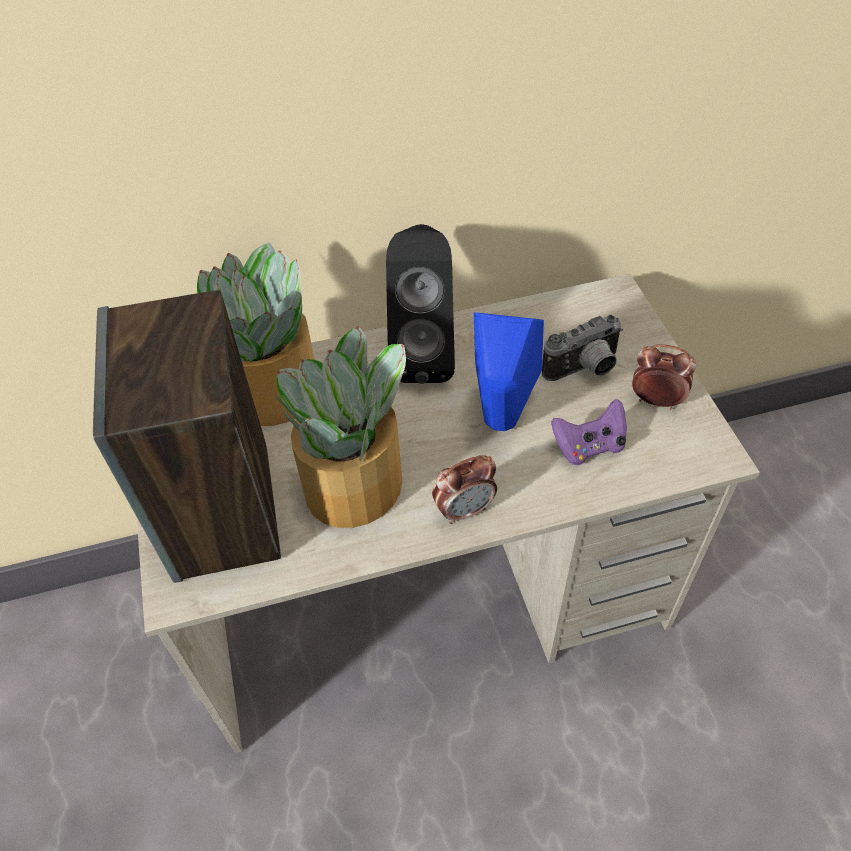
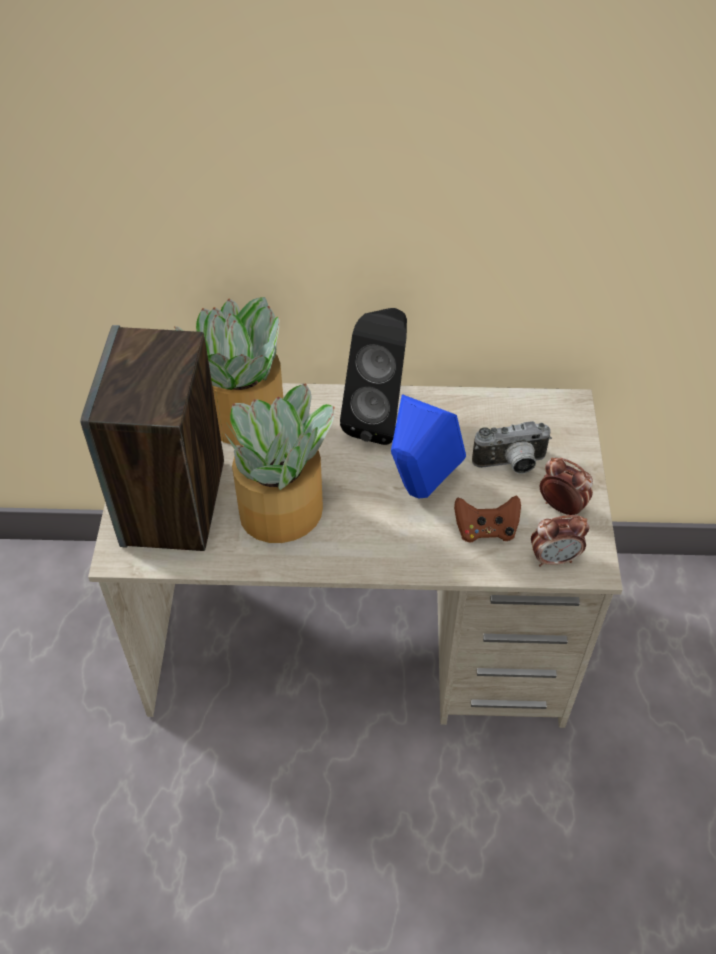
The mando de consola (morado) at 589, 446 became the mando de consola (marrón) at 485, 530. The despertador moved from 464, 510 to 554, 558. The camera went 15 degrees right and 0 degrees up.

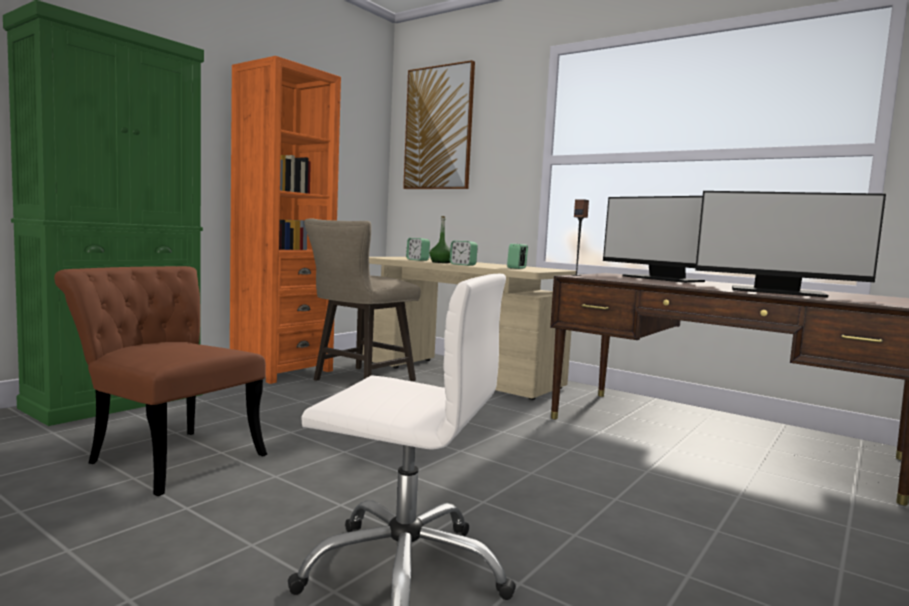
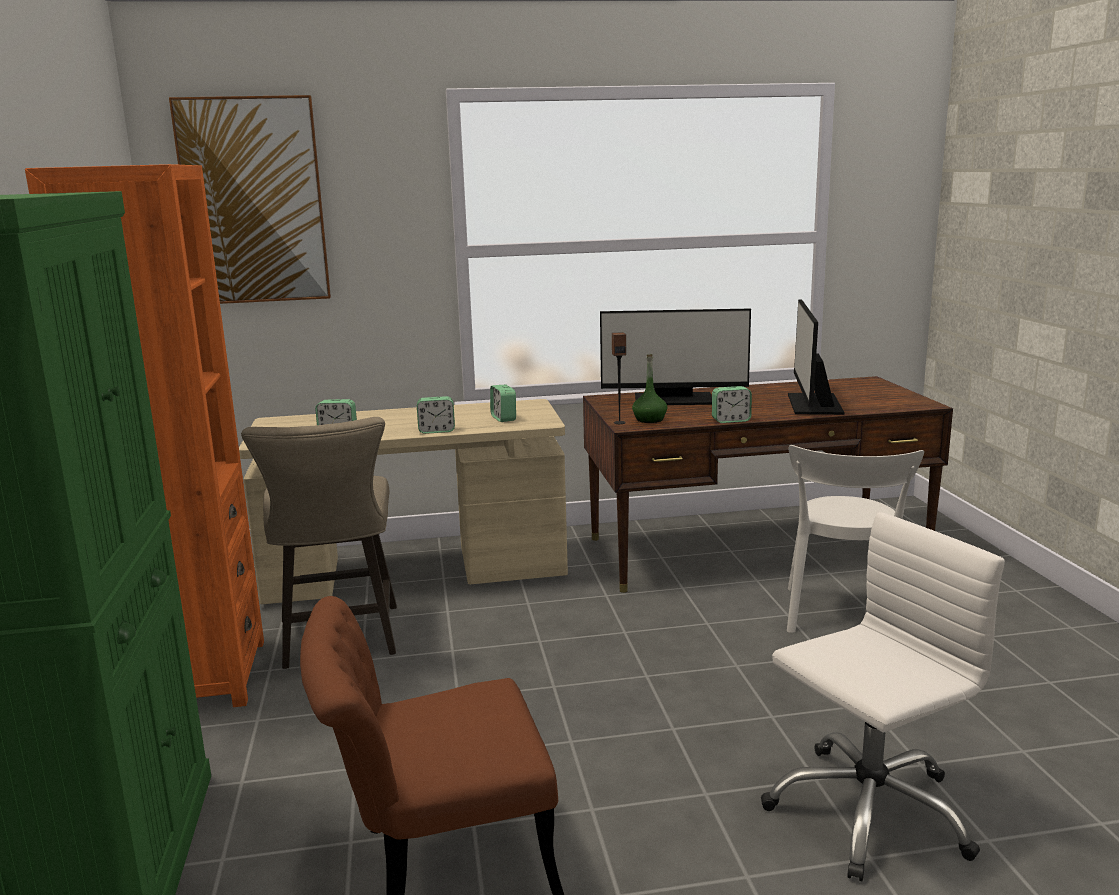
The botella (verde) moved from 441, 262 to 649, 419. The despertador at 731, 420 appeared. The silla (blanco) at 842, 616 appeared. The monitor at 777, 292 turned 120 degrees clockwise. The camera went 45 degrees left and 10 degrees up.

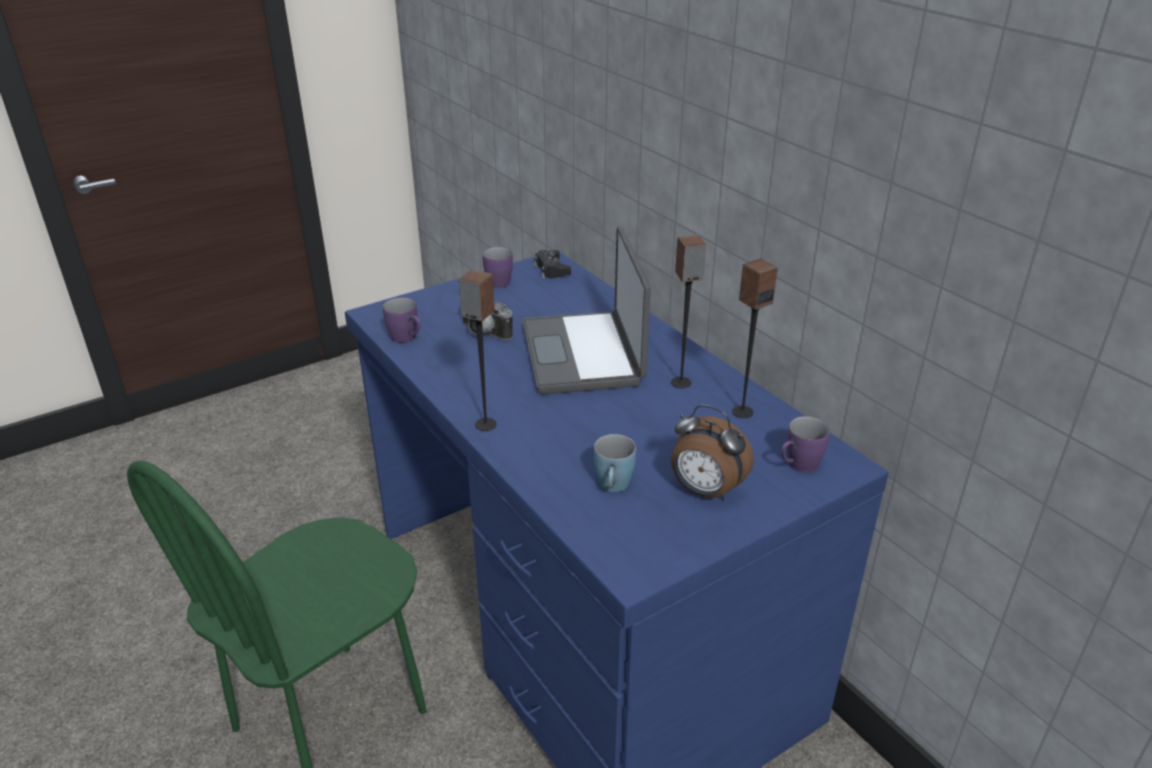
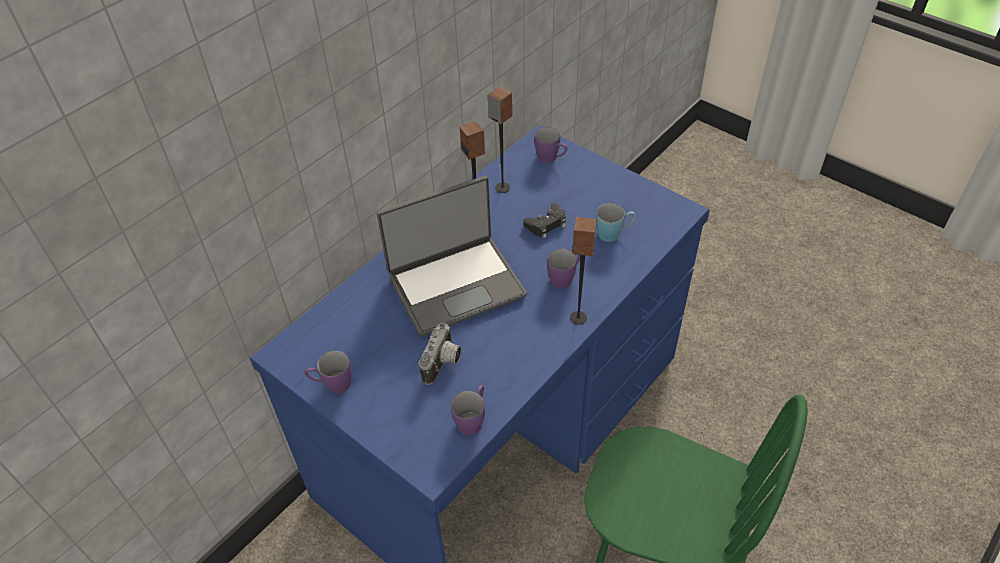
The mando de consola (negro) moved from 551, 269 to 546, 224. The taza grande (morado) at 565, 277 appeared. The despertador at 705, 491 disappeared. The camera went 105 degrees left and 15 degrees up.

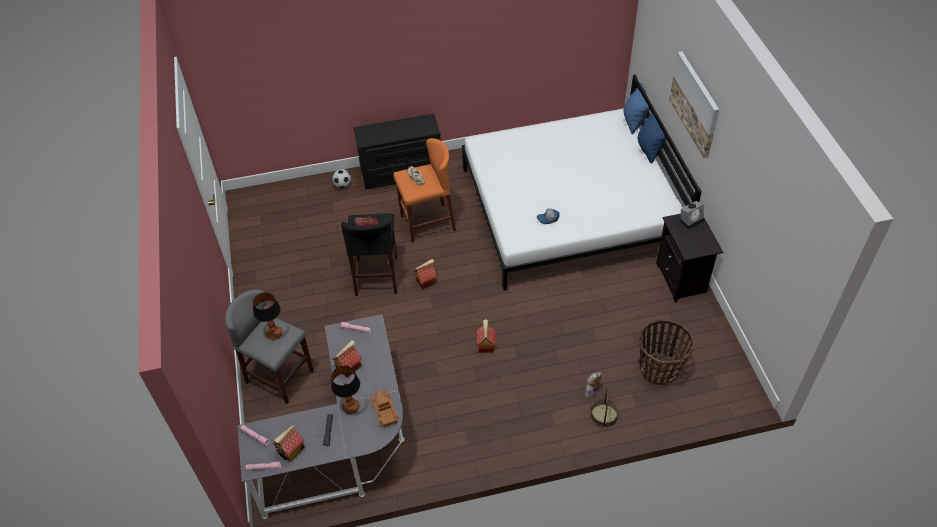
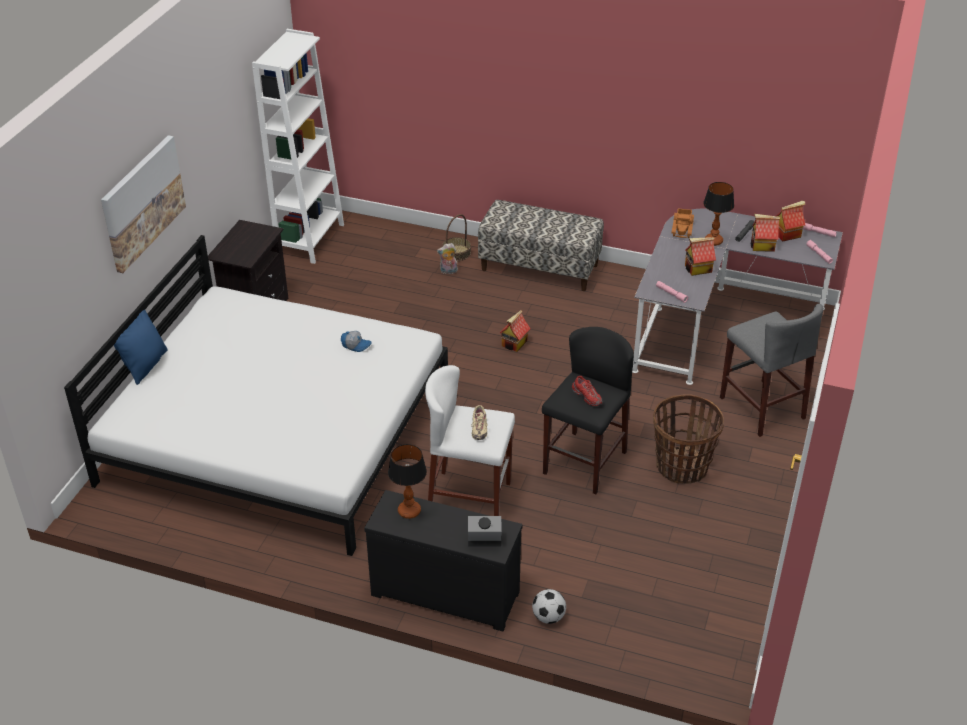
The estantería (blanco) at 310, 240 appeared. The lámpara de mesa moved from 274, 334 to 410, 511. The taburete (naranja) at 427, 223 became the taburete (blanco) at 469, 498. The despertador moved from 691, 220 to 483, 539. The banco at 540, 267 appeared. The cesta moved from 659, 369 to 682, 467. The casita moved from 426, 281 to 762, 246. The cojín (azul) at 634, 121 disappeared. The camera went 150 degrees left and 10 degrees down.

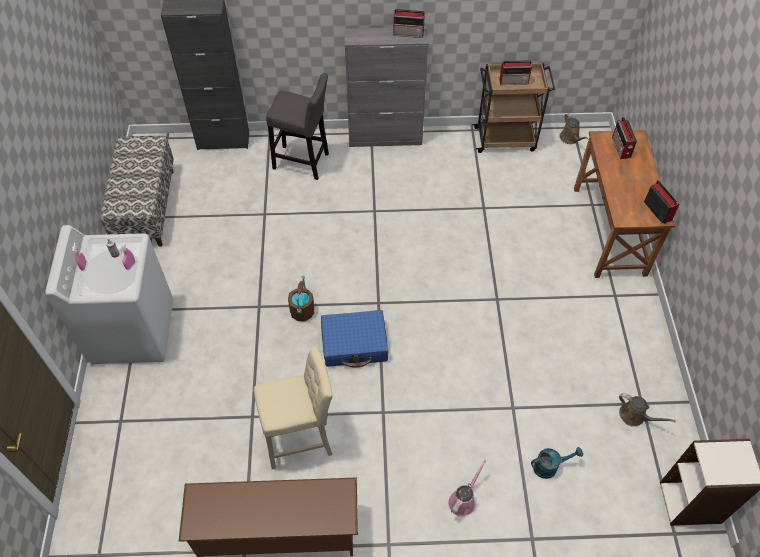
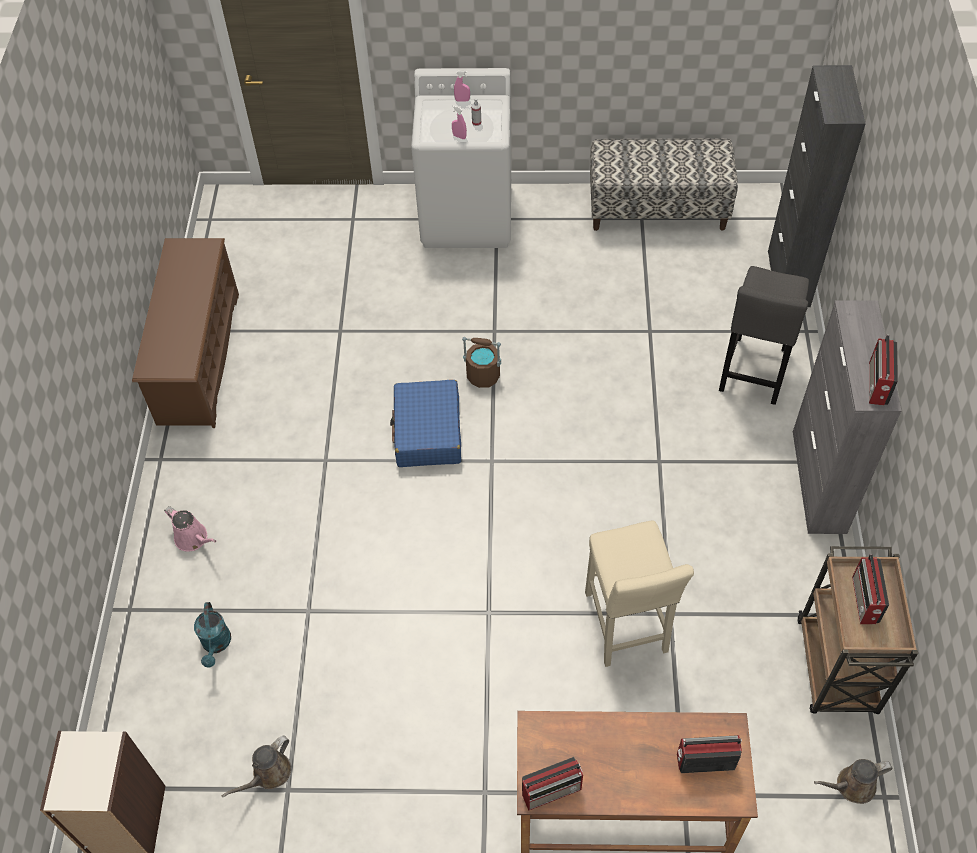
The taburete (beis) moved from 301, 440 to 626, 627. The camera went 95 degrees right and 0 degrees up.

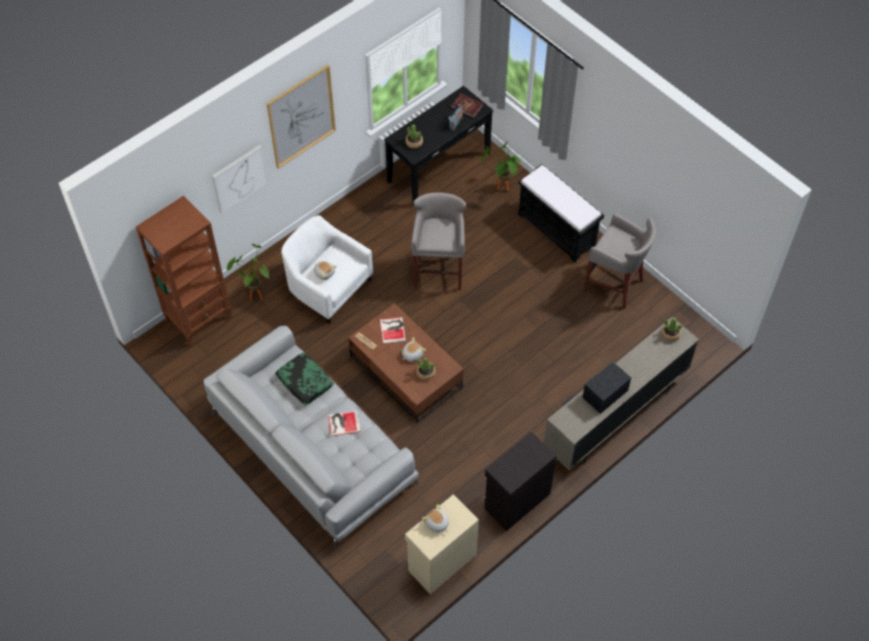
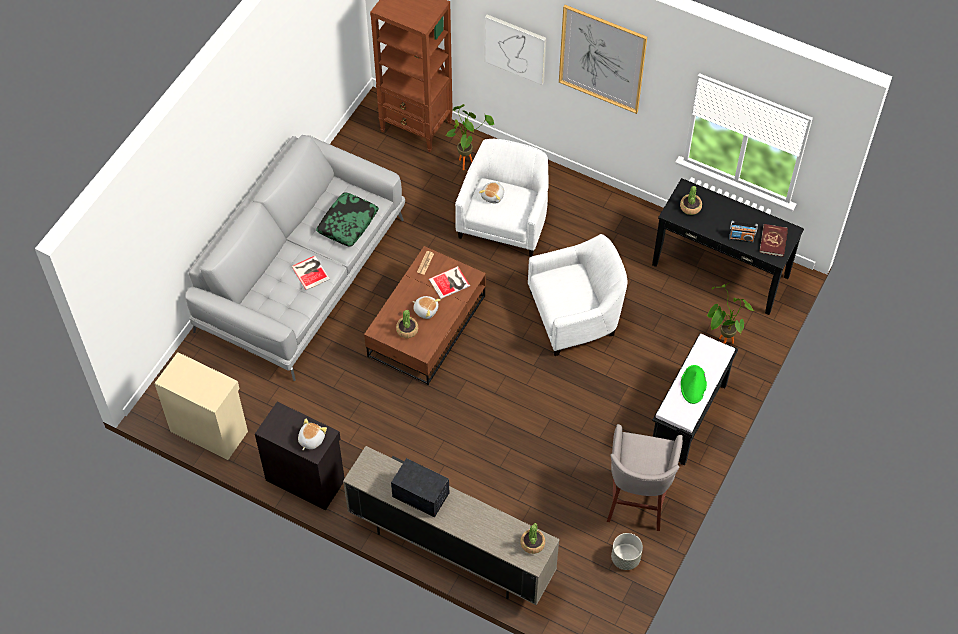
The peluche moved from 436, 524 to 311, 439. The taburete (gris) at 438, 269 was replaced by the sillón (blanco) at 575, 315. The maceta (gris) at 625, 558 appeared. The sombrero (verde) at 693, 385 appeared. The camera went 70 degrees right and 0 degrees up.

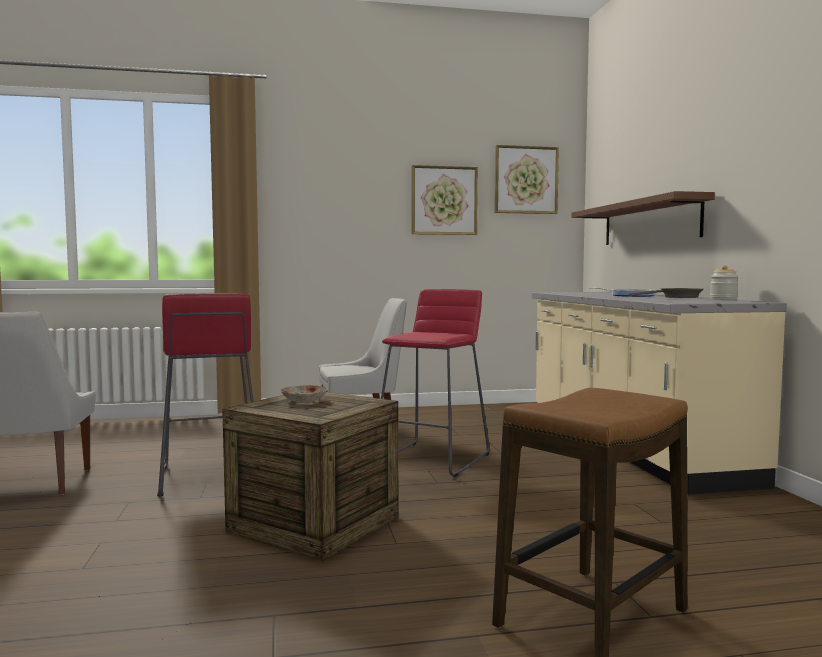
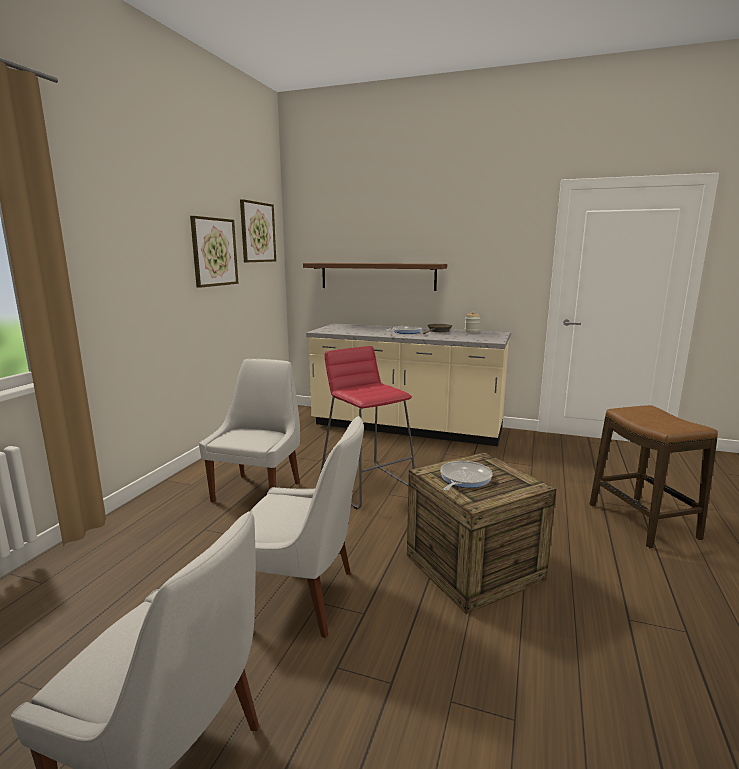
The taburete (rojo) at 209, 477 was replaced by the silla (blanco) at 303, 597. The plato at 304, 401 was replaced by the sartén at 463, 479. The camera went 60 degrees left and 10 degrees up.

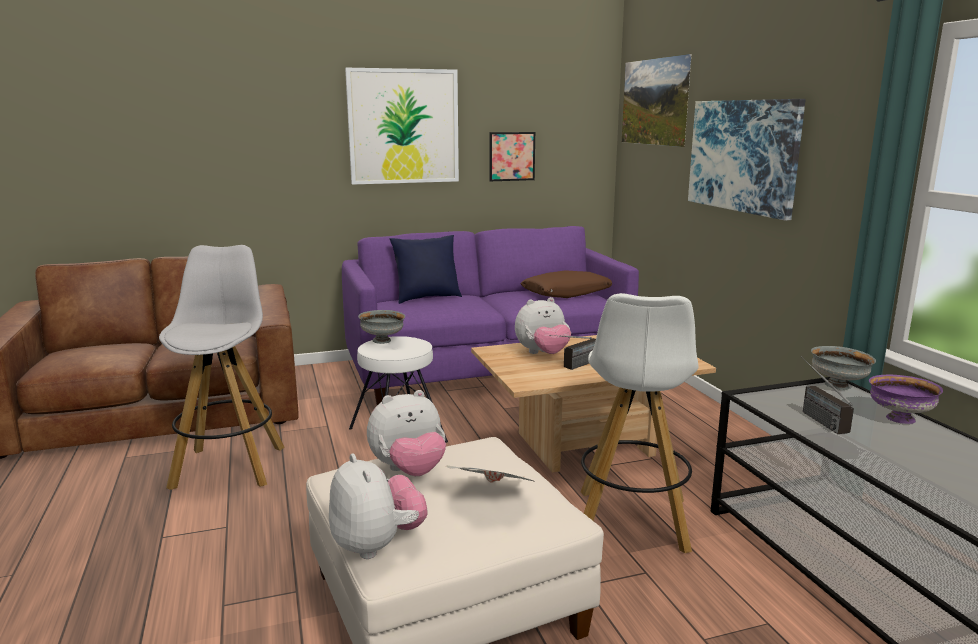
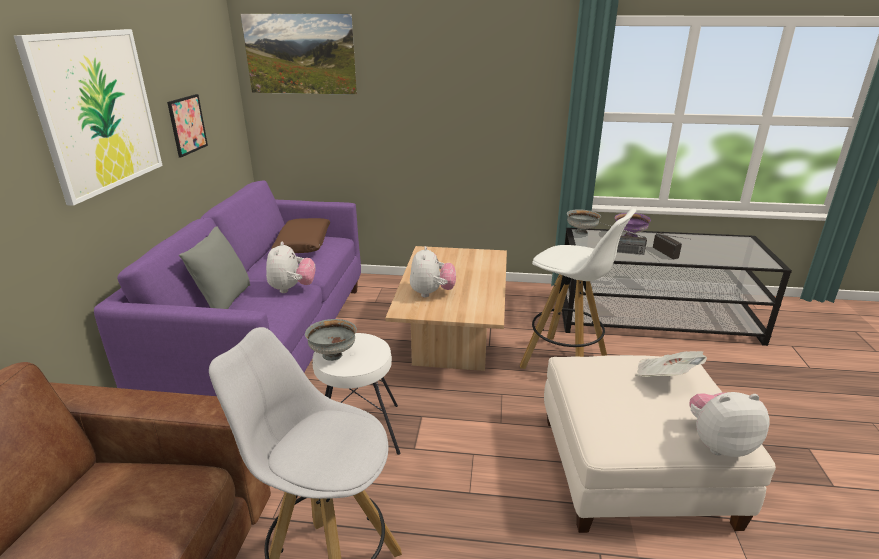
The cojín (azul) at 427, 298 became the cojín (gris) at 224, 302. The peluche moved from 409, 471 to 292, 289. The radio moved from 574, 366 to 671, 256. The cuadro at 743, 156 disappeared. The camera went 65 degrees left and 10 degrees up.

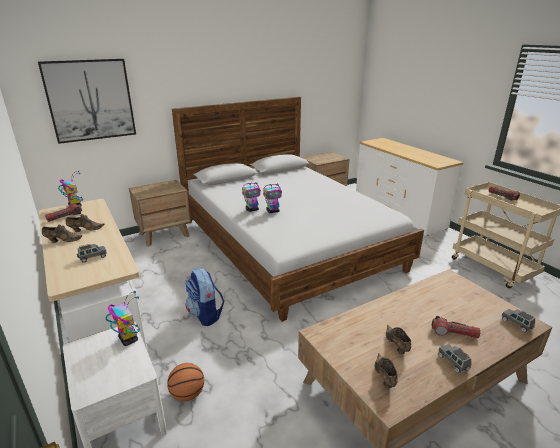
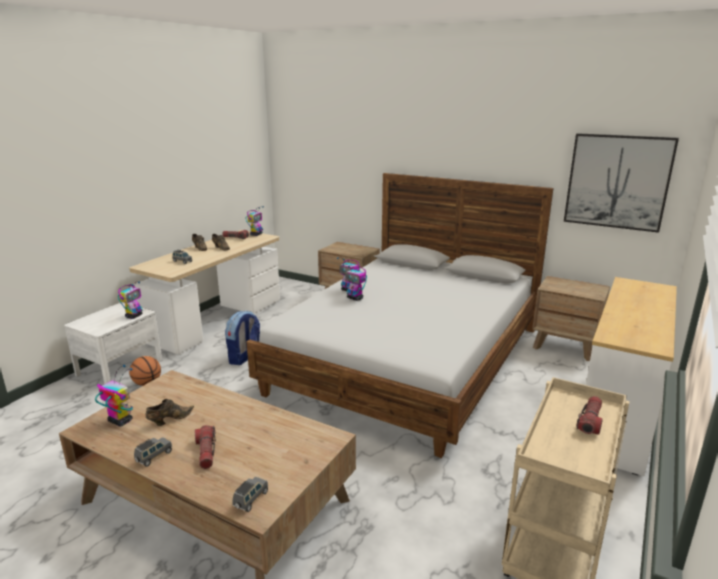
The zapato (marrón) at 384, 377 was replaced by the robot de juguete at 120, 421. The cuadro moved from 90, 100 to 617, 182. The camera went 60 degrees right and 5 degrees down.

